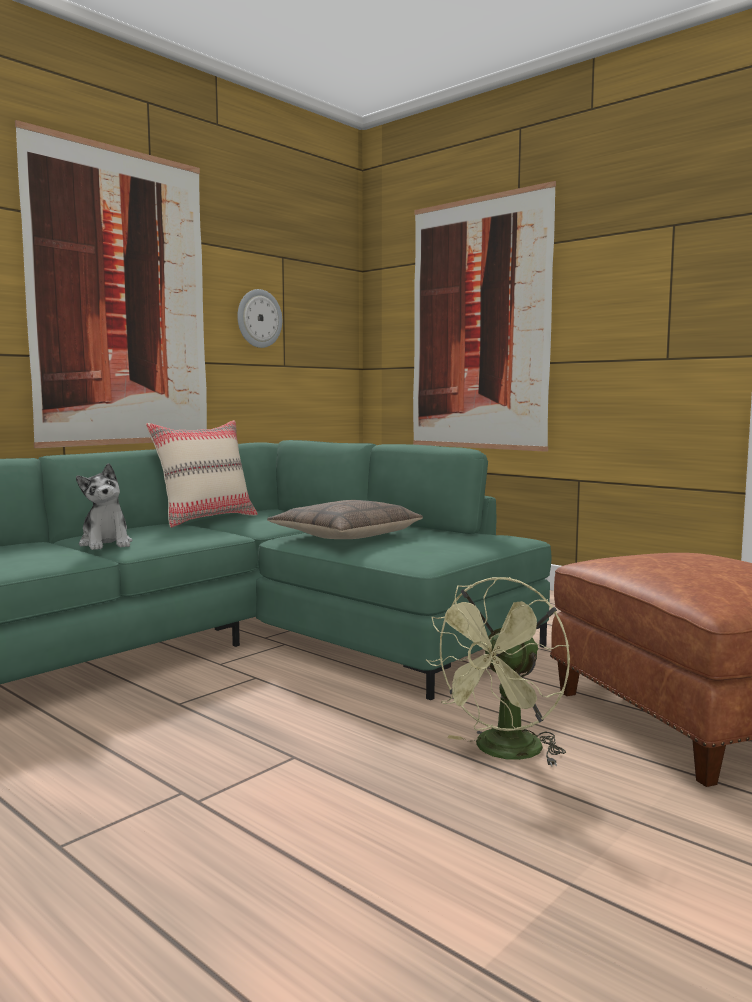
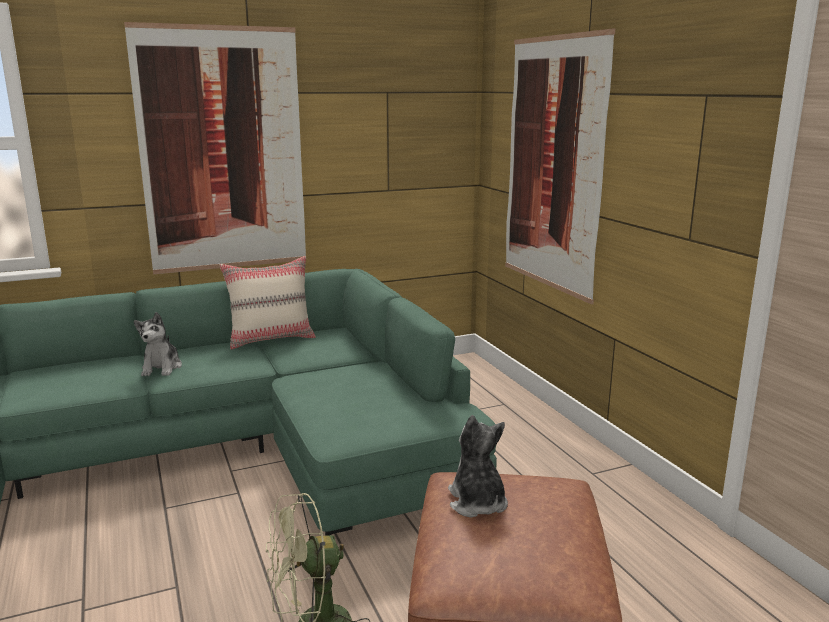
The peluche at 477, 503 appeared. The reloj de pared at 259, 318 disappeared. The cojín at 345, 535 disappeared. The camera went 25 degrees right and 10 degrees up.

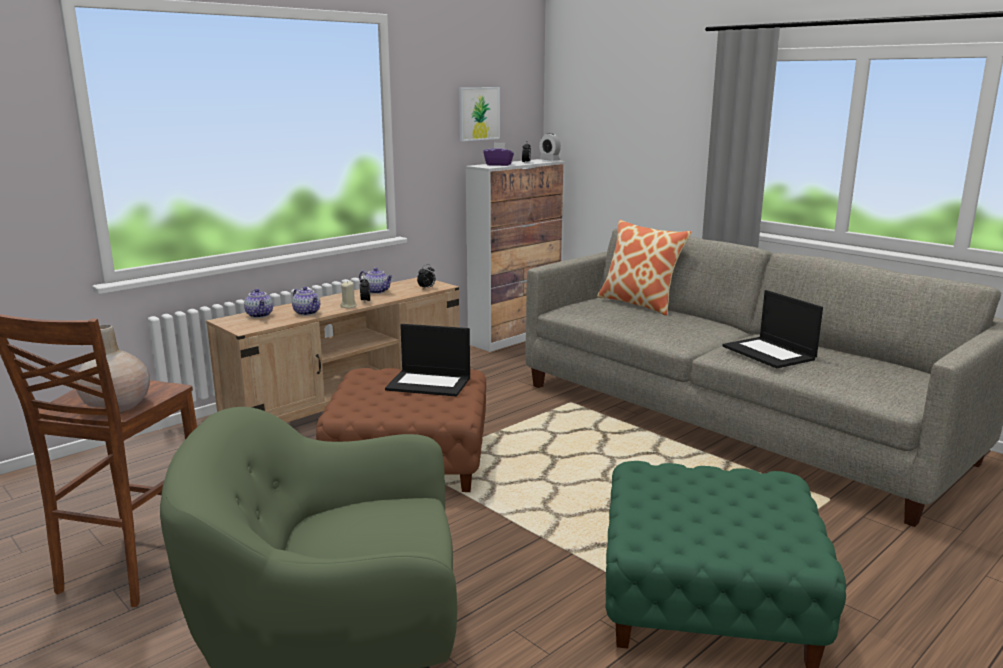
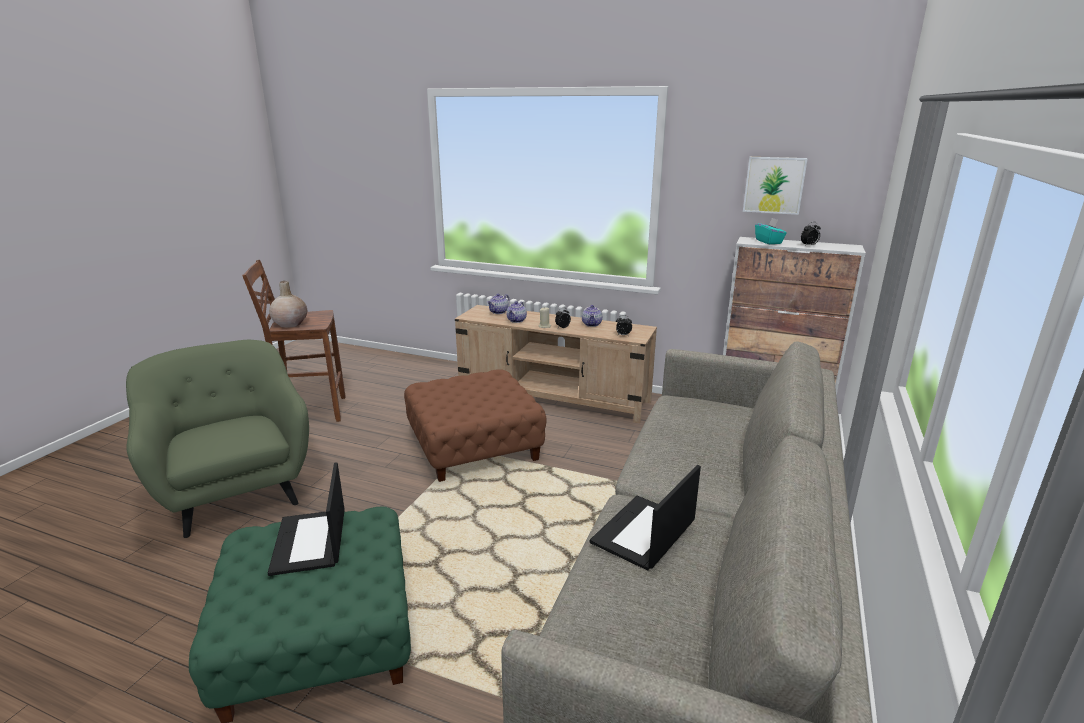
The portátil moved from 430, 383 to 310, 542. The caja de pañuelos (morado) at 498, 165 became the caja de pañuelos (turquesa) at 769, 242. The despertador at 549, 160 disappeared. The cojín at 640, 303 disappeared. The camera went 65 degrees right and 5 degrees up.

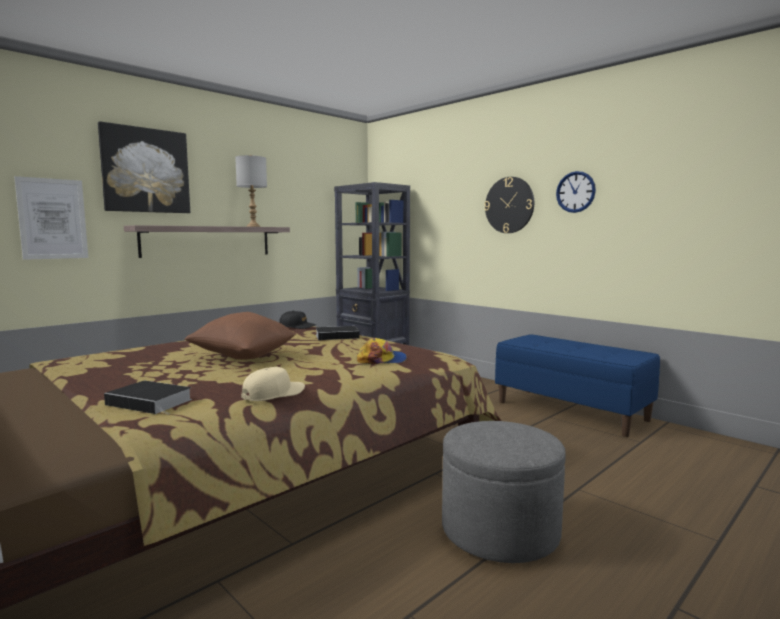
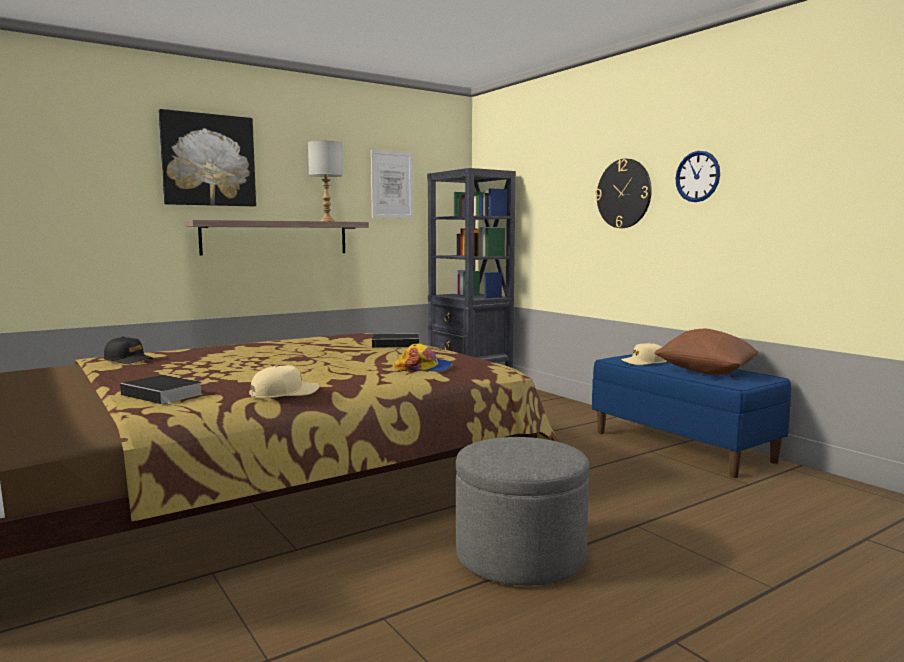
The gorra (negro) moved from 297, 326 to 129, 360. The cuadro moved from 52, 219 to 392, 185. The gorra (beis) at 644, 362 appeared. The cojín (marrón) moved from 243, 357 to 705, 372. The camera went 10 degrees right and 0 degrees up.

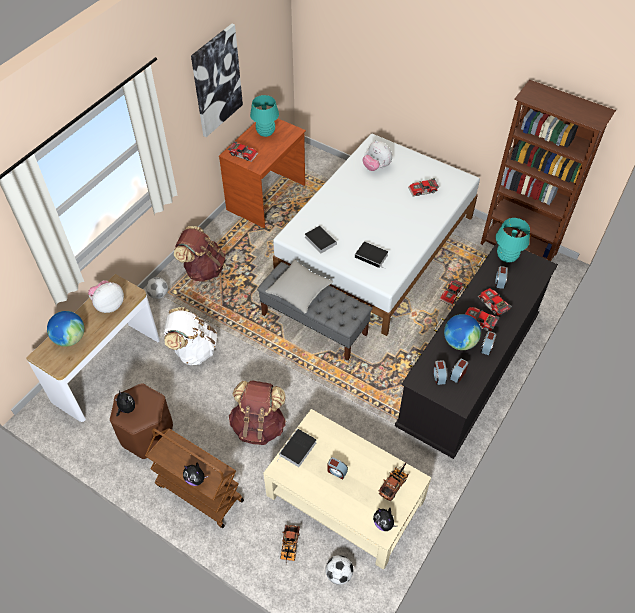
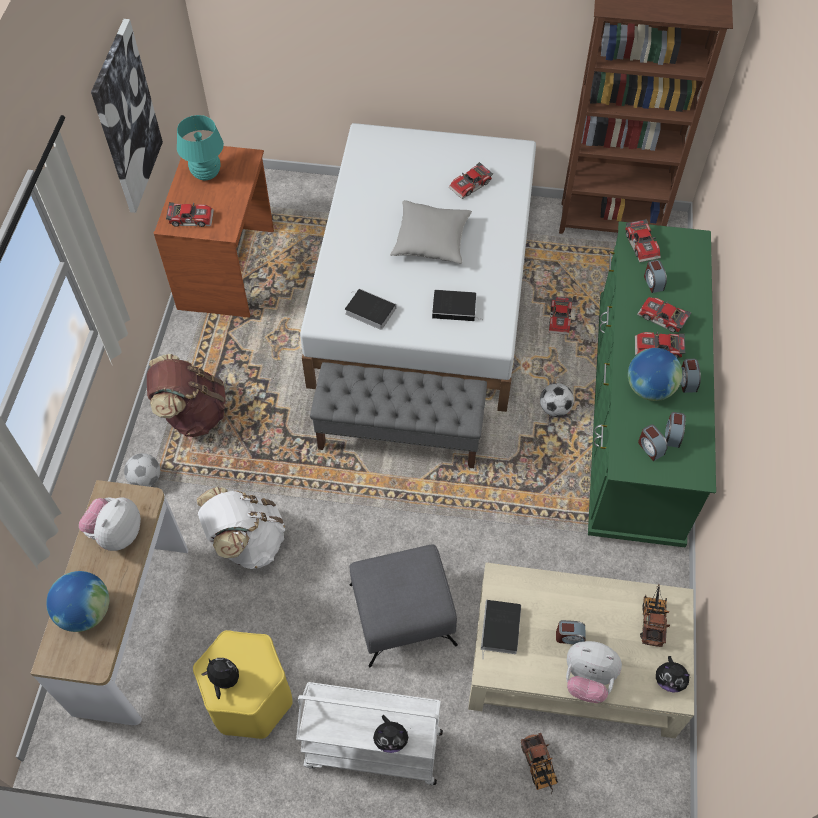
The taburete (marrón) at 147, 435 became the taburete (amarillo) at 250, 699. The carrito (marrón) at 198, 492 became the carrito (blanco) at 372, 749. The mochila (marrón) at 259, 426 was replaced by the puf (gris) at 403, 614. The cojín (gris) moved from 299, 291 to 431, 240. The balón de fútbol moved from 339, 574 to 554, 408. The peluche moved from 376, 167 to 587, 679. The cómoda (negro) at 468, 371 became the cómoda (verde) at 636, 418. The lámpara de mesa (turquesa) at 506, 257 was replaced by the coche de juguete at 643, 244. The camera went 25 degrees left and 5 degrees up.

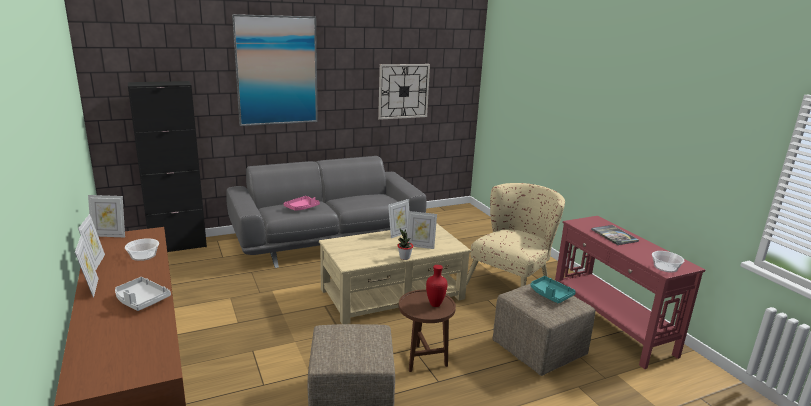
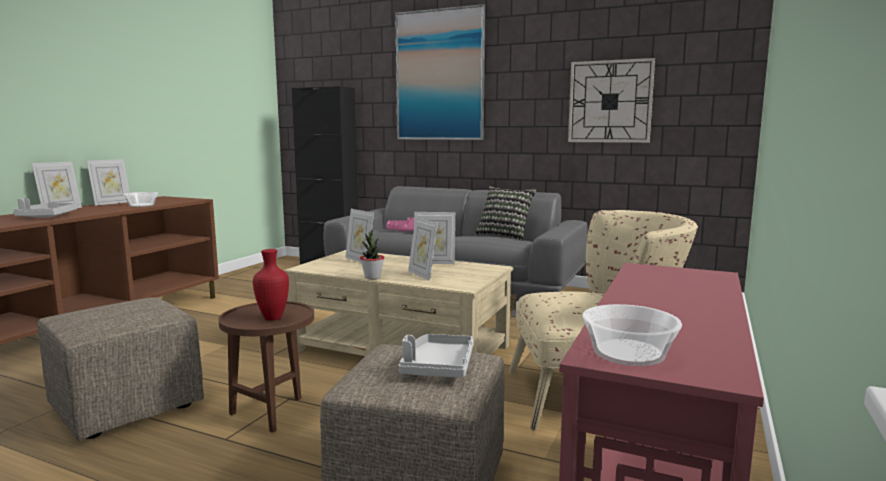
The portarretratos moved from 109, 235 to 359, 260. The bandeja (turquesa) at 550, 294 became the bandeja (gris) at 438, 367. The cojín at 505, 235 appeared. The libro at 614, 235 disappeared. The camera went 50 degrees right and 10 degrees down.

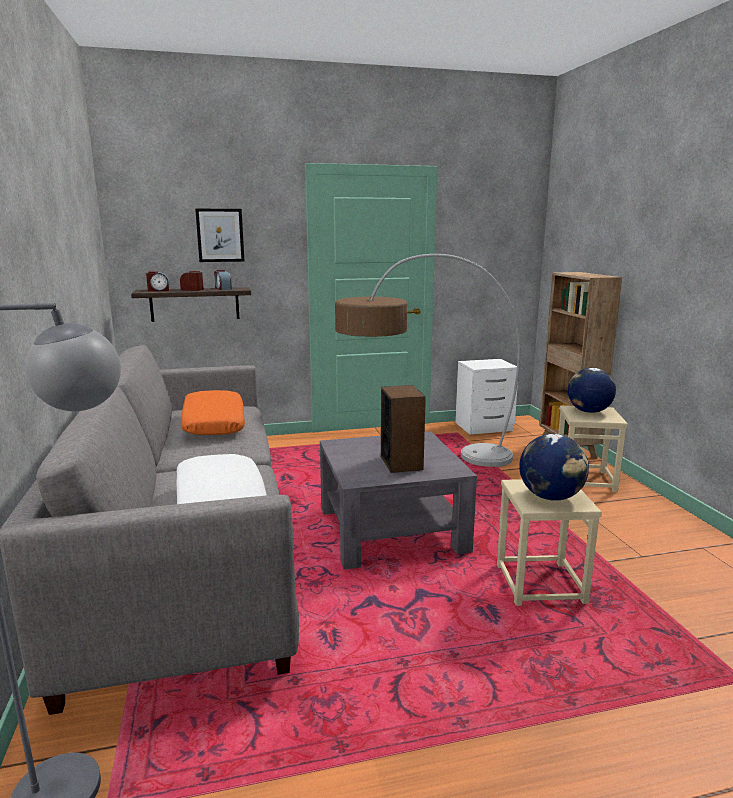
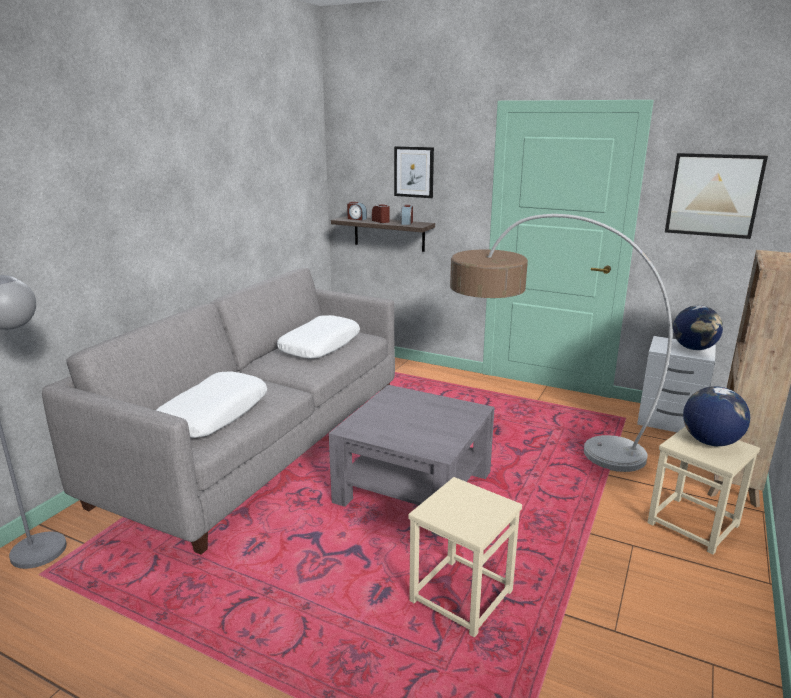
The cojín (naranja) at 213, 423 became the cojín (blanco) at 320, 346. The cuadro at 713, 195 appeared. The globo terráqueo moved from 551, 497 to 693, 348. The altavoz at 401, 463 disappeared. The camera went 40 degrees right and 5 degrees up.

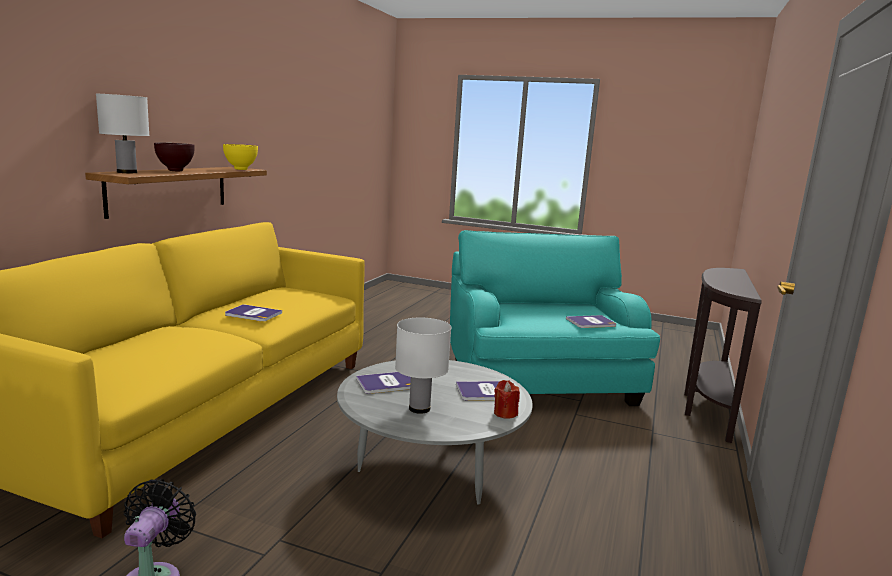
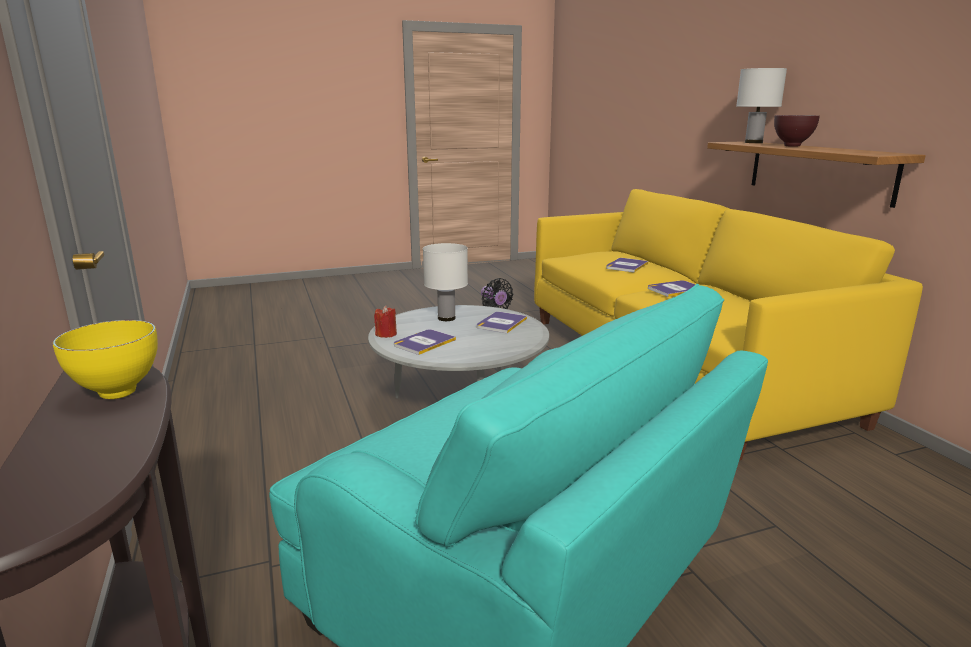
The cuenco (amarillo) moved from 240, 169 to 119, 392. The libro moved from 591, 322 to 626, 266. The camera went 140 degrees right and 5 degrees up.

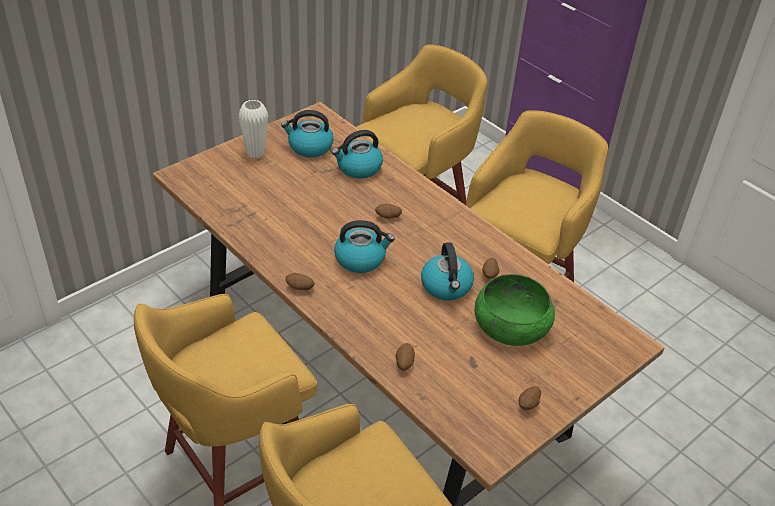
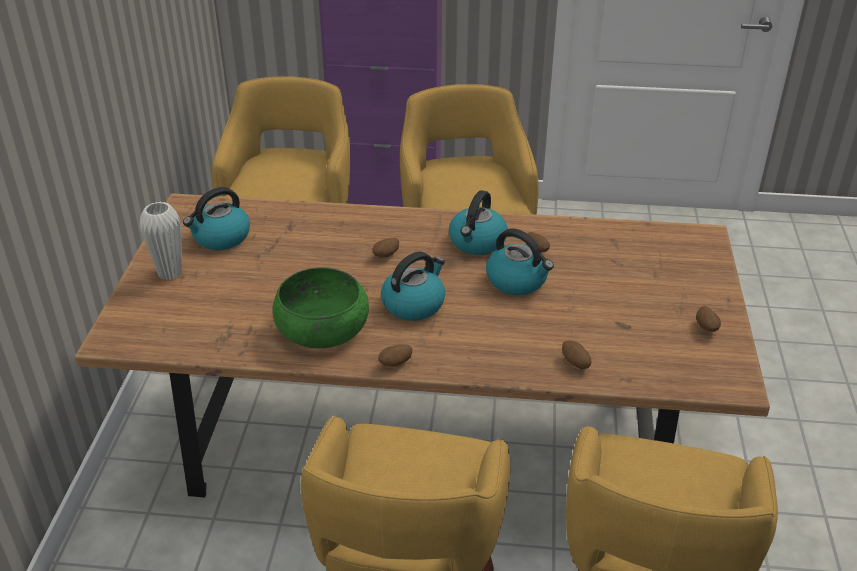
The cuenco (verde) moved from 511, 324 to 322, 327. The hervidor moved from 358, 168 to 477, 242. The camera went 40 degrees left and 5 degrees down.

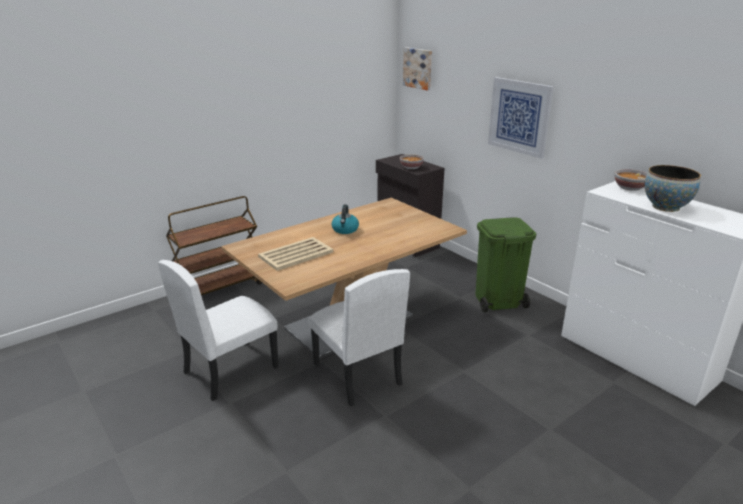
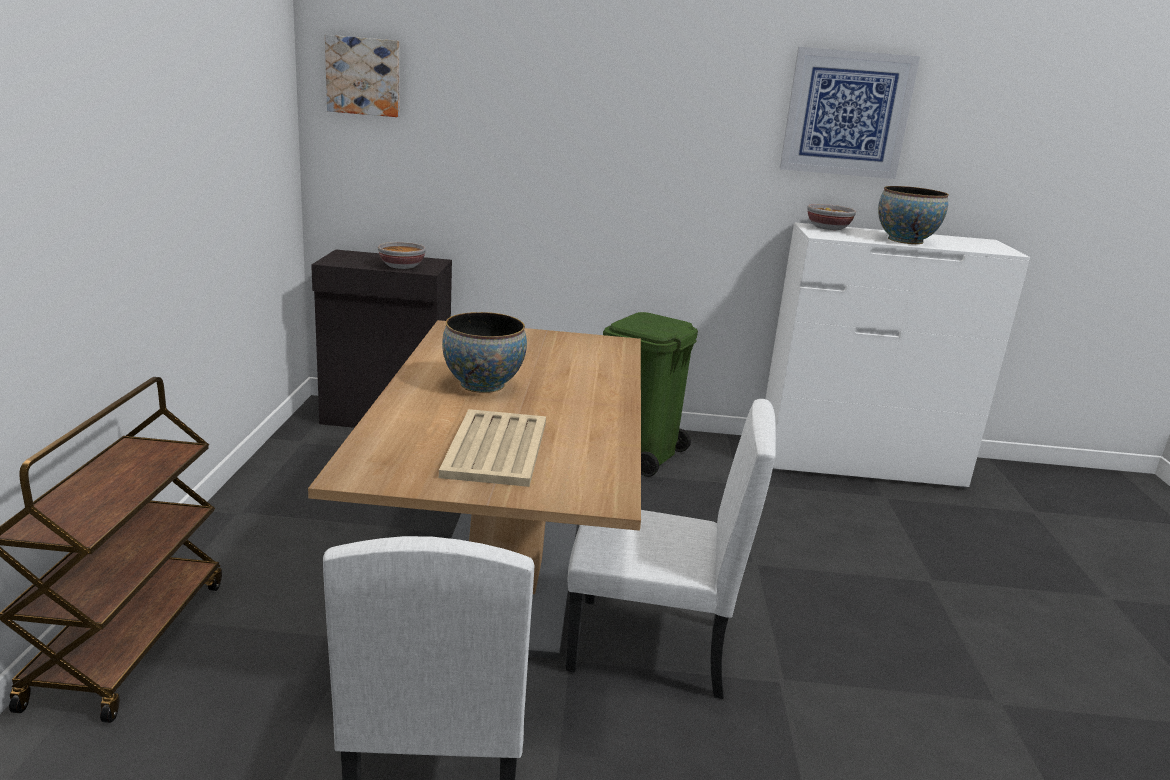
The hervidor at 345, 230 was replaced by the cuenco at 483, 385. The cuadro moved from 519, 116 to 847, 114. The camera went 50 degrees left and 5 degrees down.

